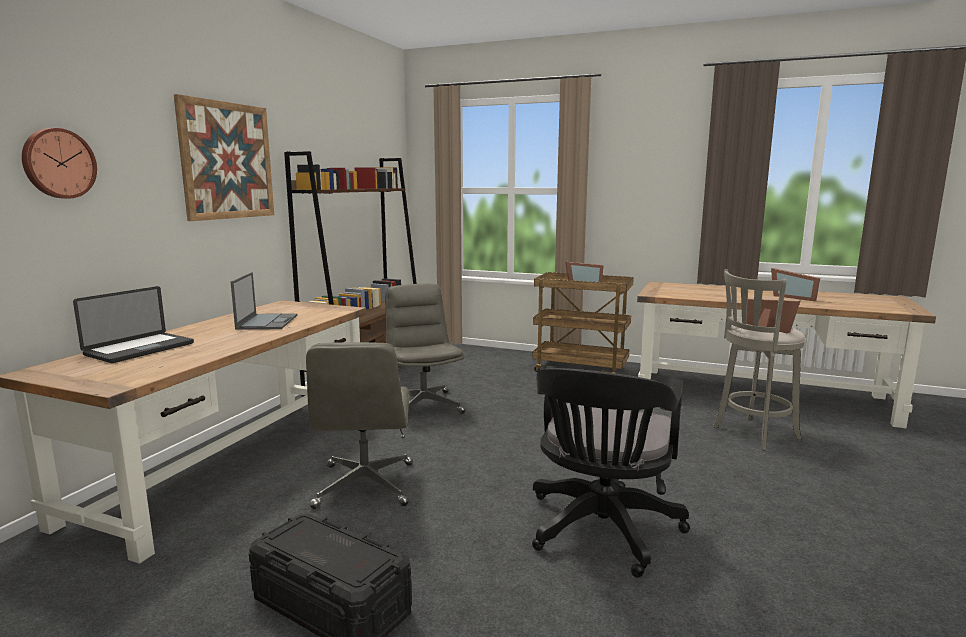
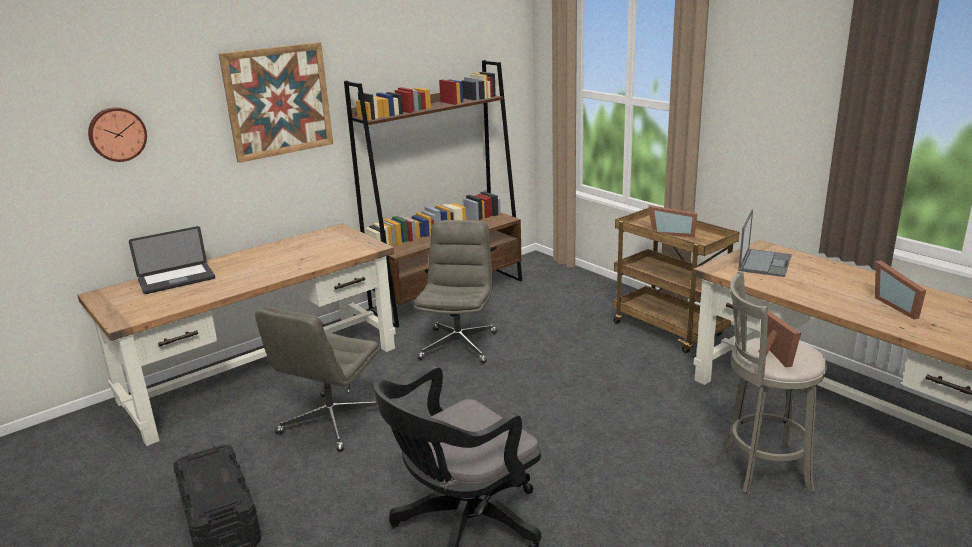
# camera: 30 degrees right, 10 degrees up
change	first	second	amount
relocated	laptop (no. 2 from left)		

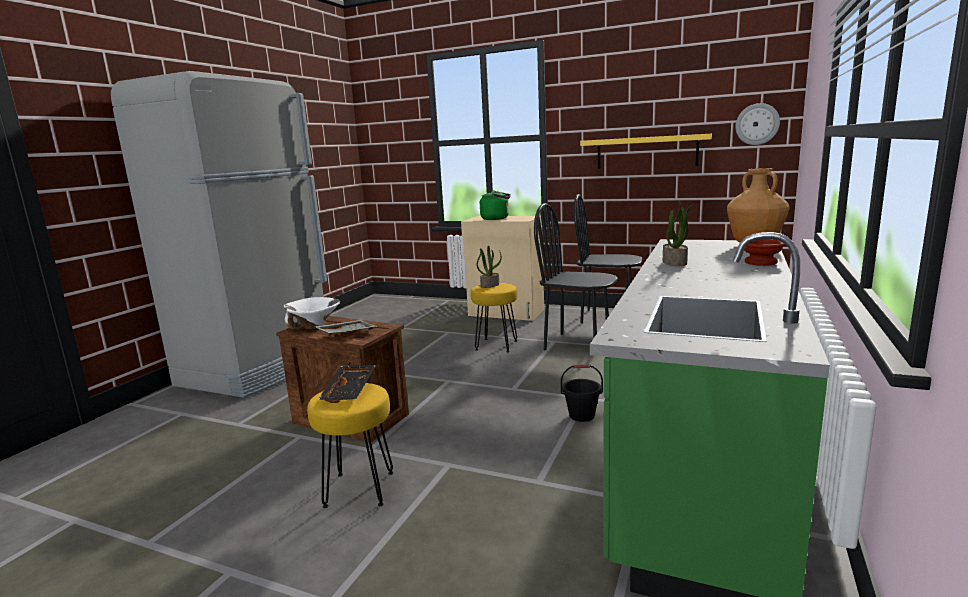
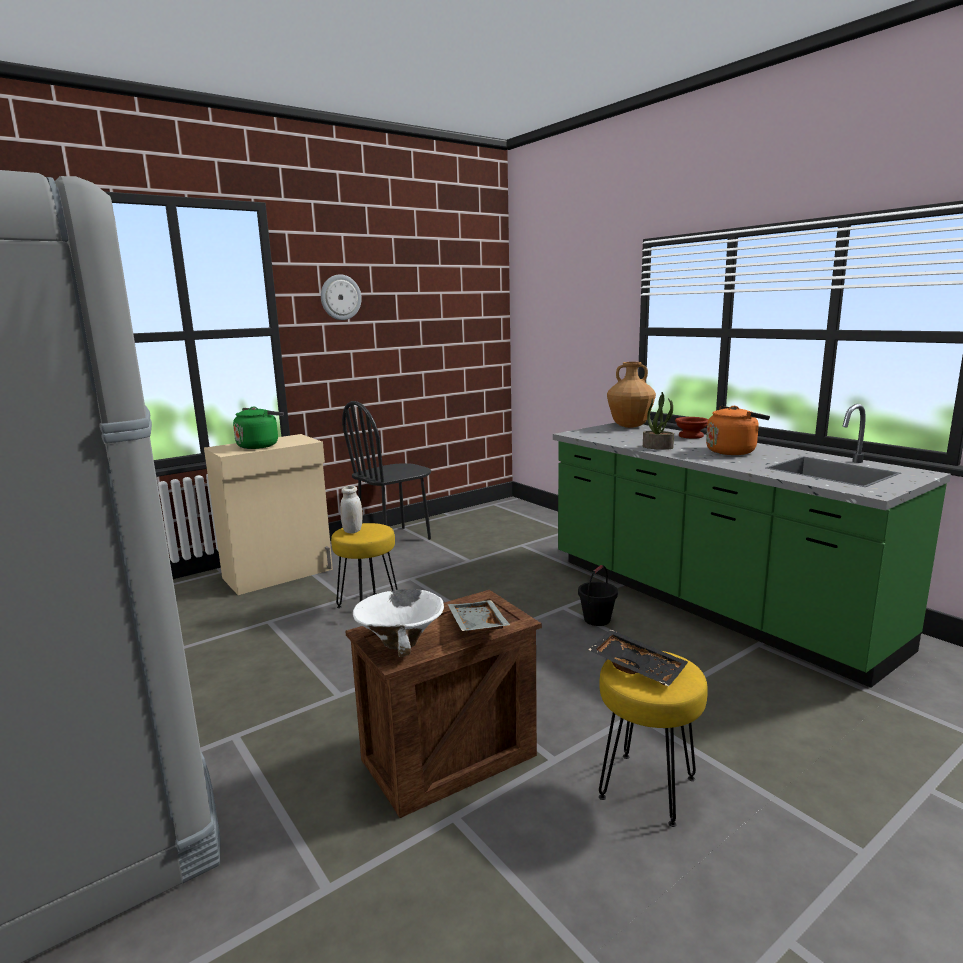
# camera: 60 degrees left, 0 degrees up
change	first	second	amount
missing	black chair (no. 1 from left)		
missing	yellow shelf		
appeared		orange kettle	
relocated	wall clock		
exchanged	potted plant (no. 1 from left)	white jar	

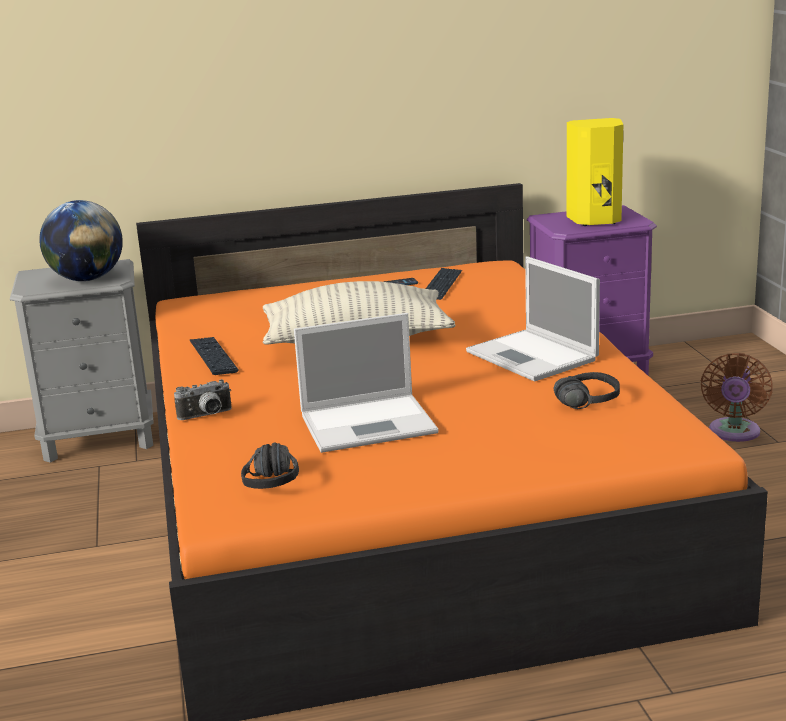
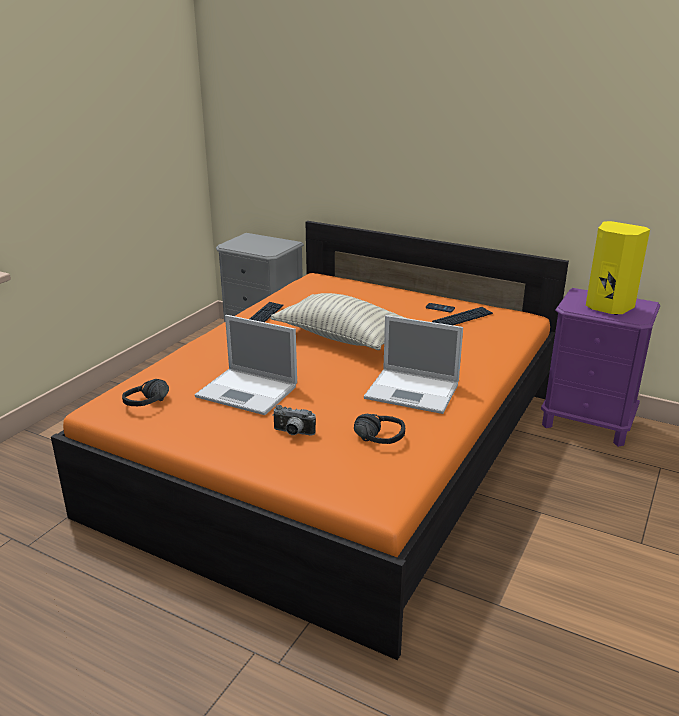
# camera: 40 degrees right, 5 degrees up
change	first	second	amount
missing	globe		
missing	brown fan		
relocated	photo camera		
spun	laptop (no. 2 from left)		75 degrees counterclockwise

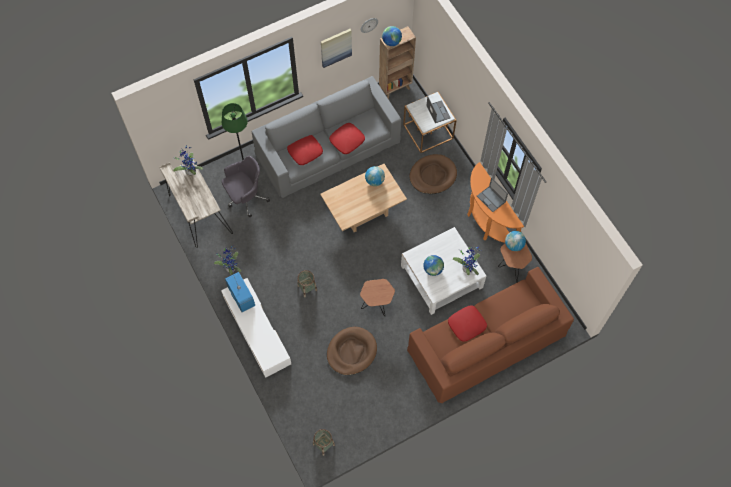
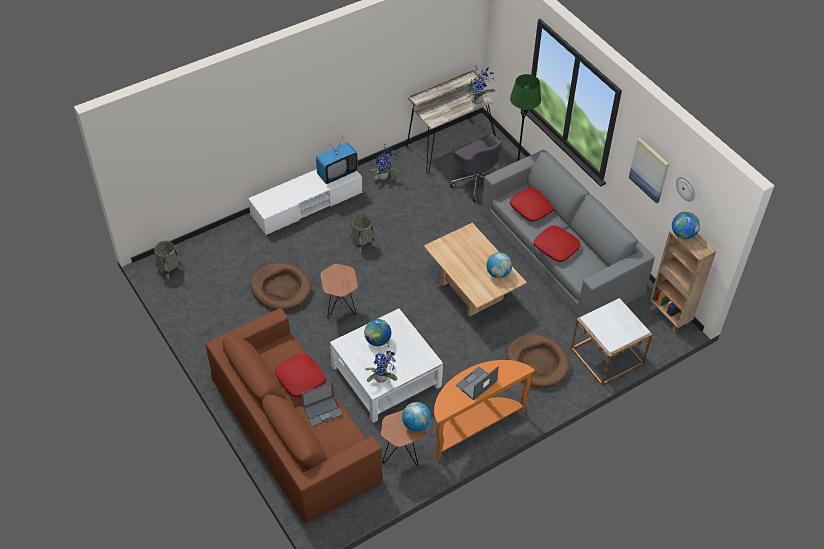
# camera: 85 degrees right, 15 degrees down
change	first	second	amount
relocated	laptop (no. 1 from left)		

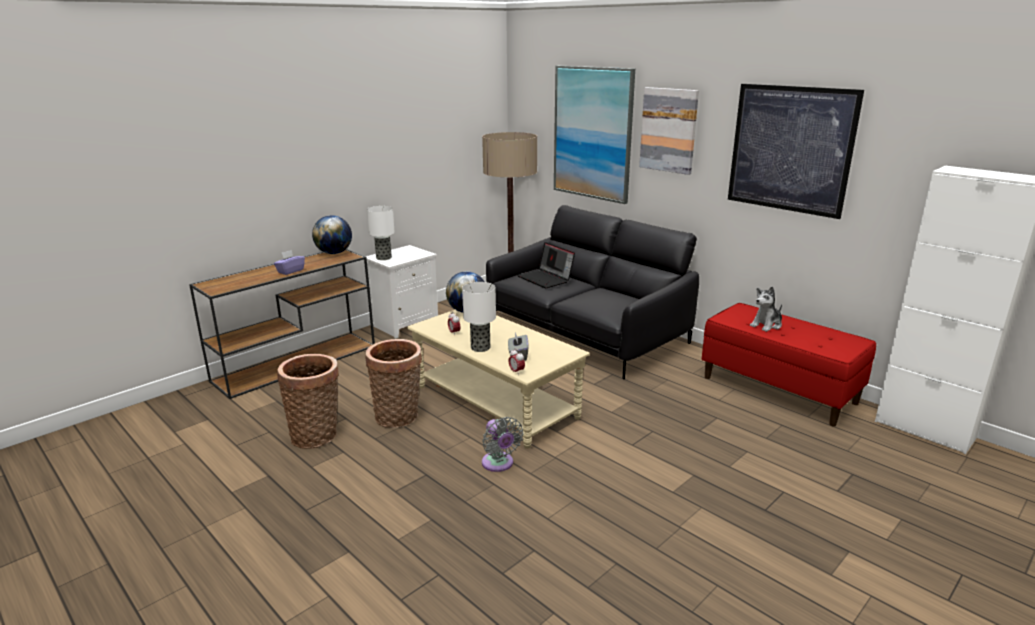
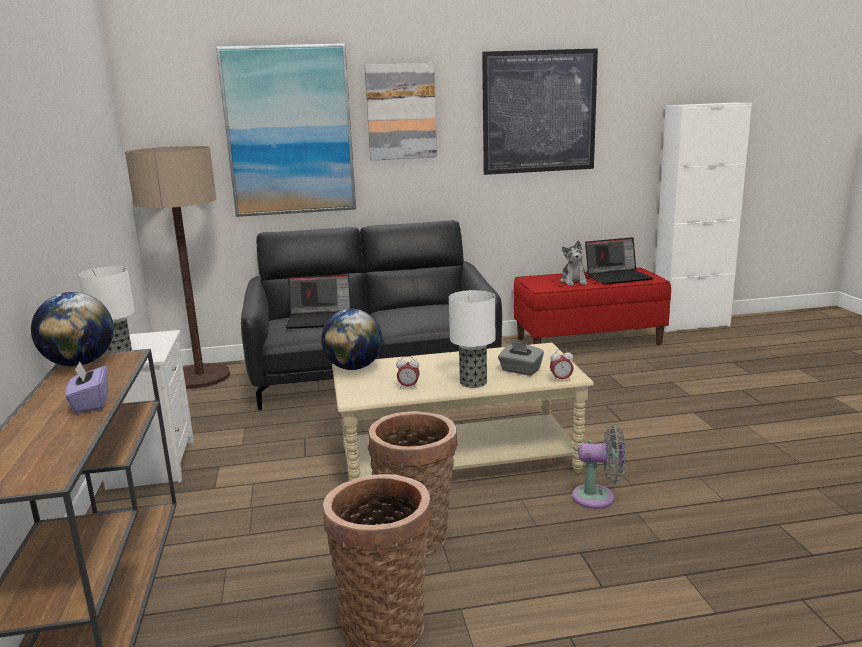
# camera: 55 degrees left, 5 degrees down
change	first	second	amount
appeared		laptop (no. 2 from left)	

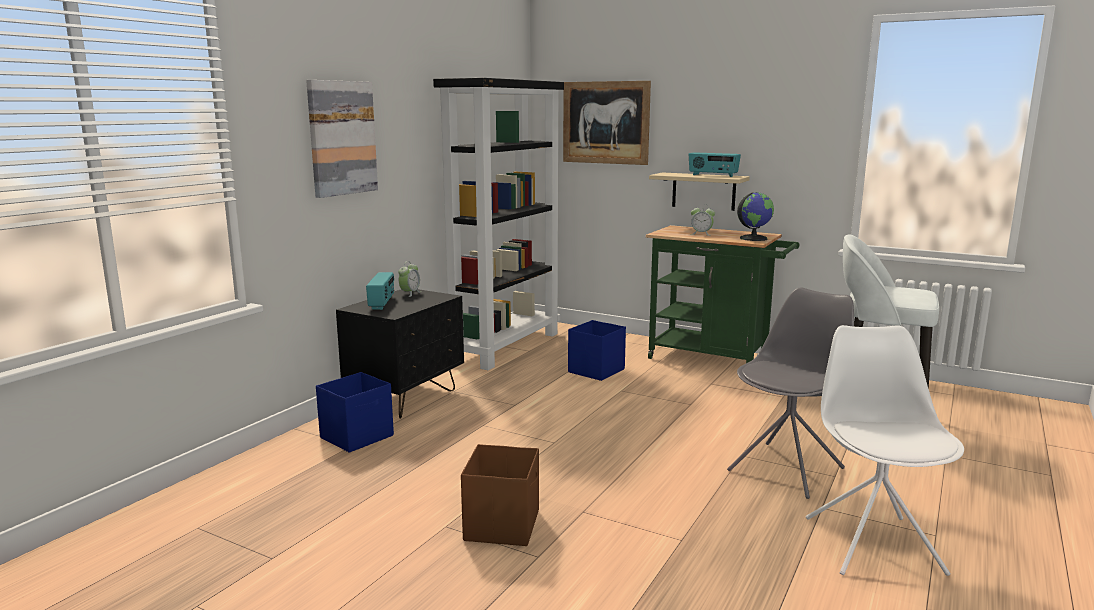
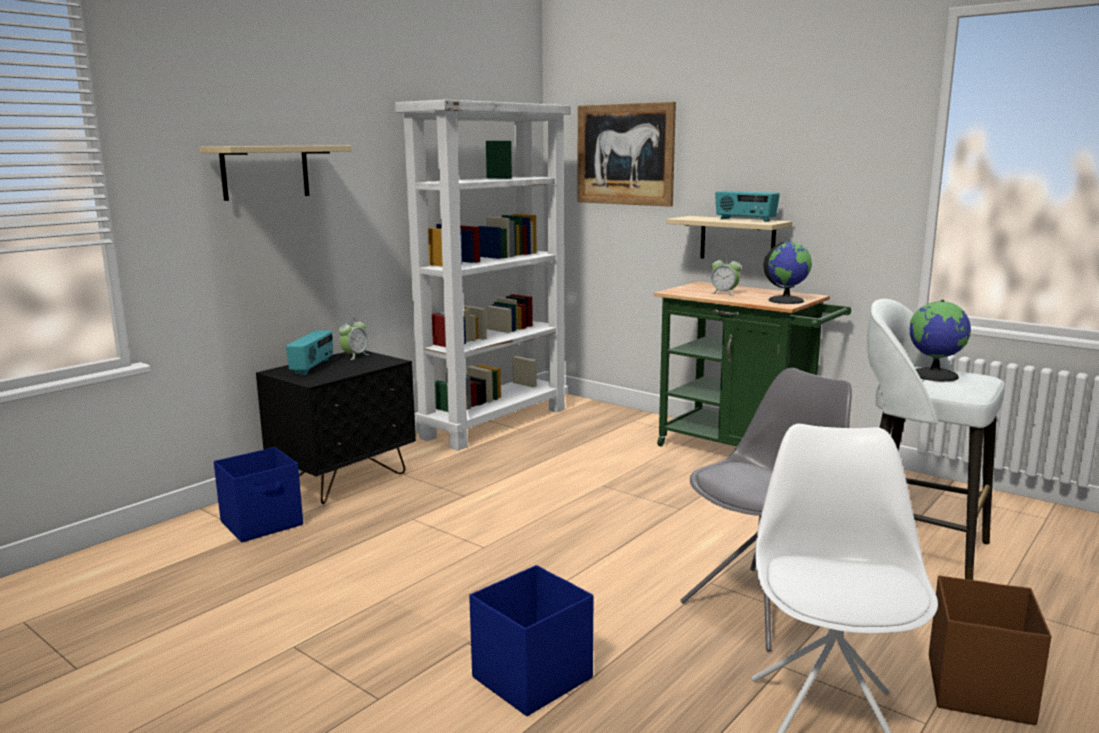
# camera: 10 degrees right, 0 degrees up
change	first	second	amount
appeared		globe (no. 2 from left)	
relocated	brown storage box		
relocated	blue storage box (no. 2 from left)		
exchanged	picture (no. 1 from left)	beige shelf (no. 1 from left)	
colour	black bookcase	white bookcase	

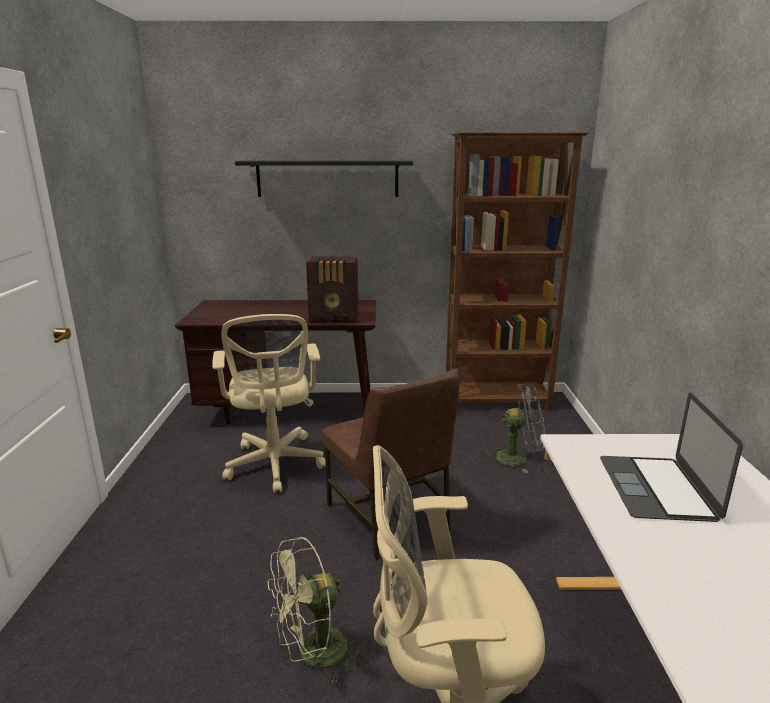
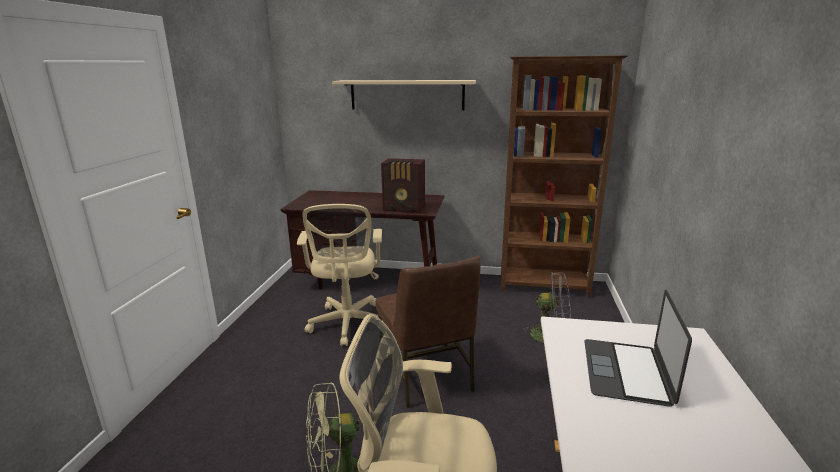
# camera: 10 degrees right, 0 degrees up
change	first	second	amount
colour	black shelf	beige shelf	

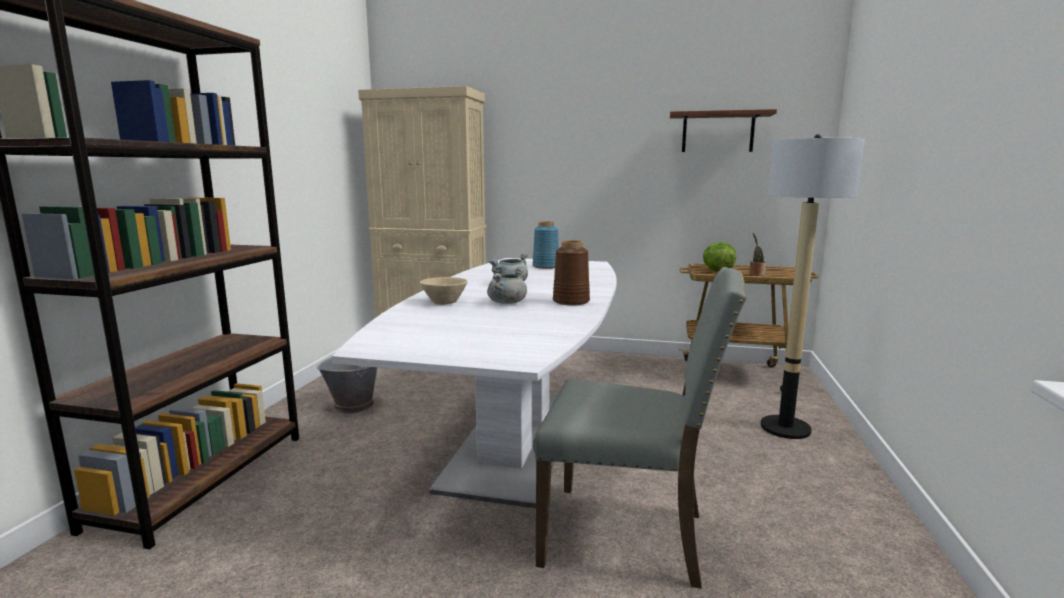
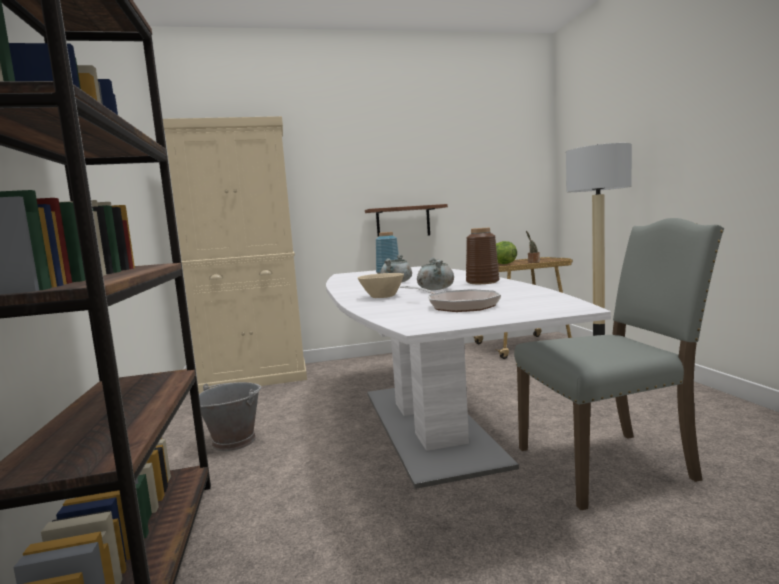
# camera: 25 degrees left, 5 degrees down
change	first	second	amount
appeared		frying pan	
relocated	brown shelf		

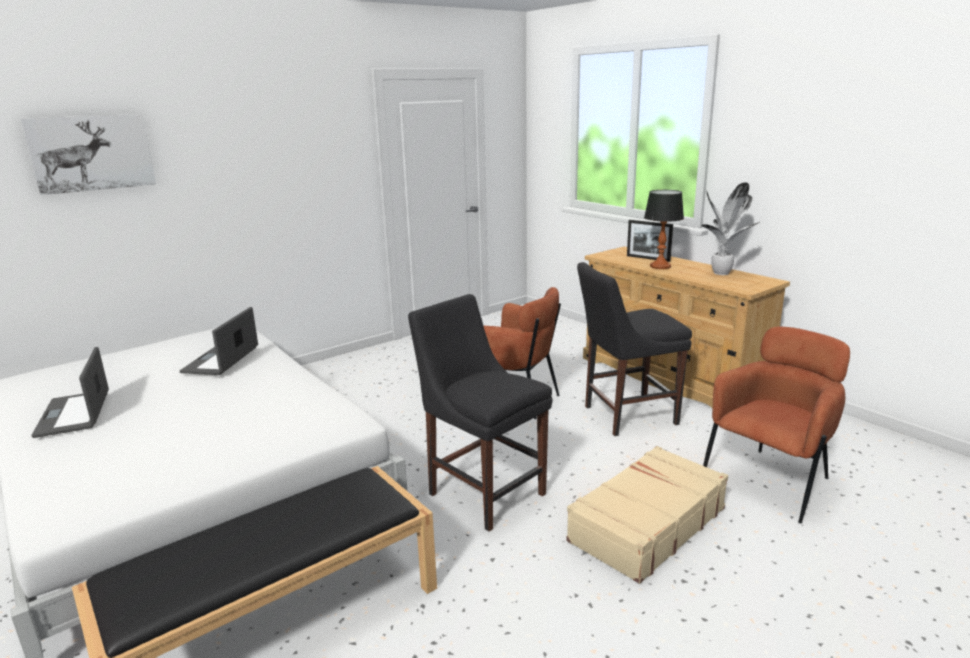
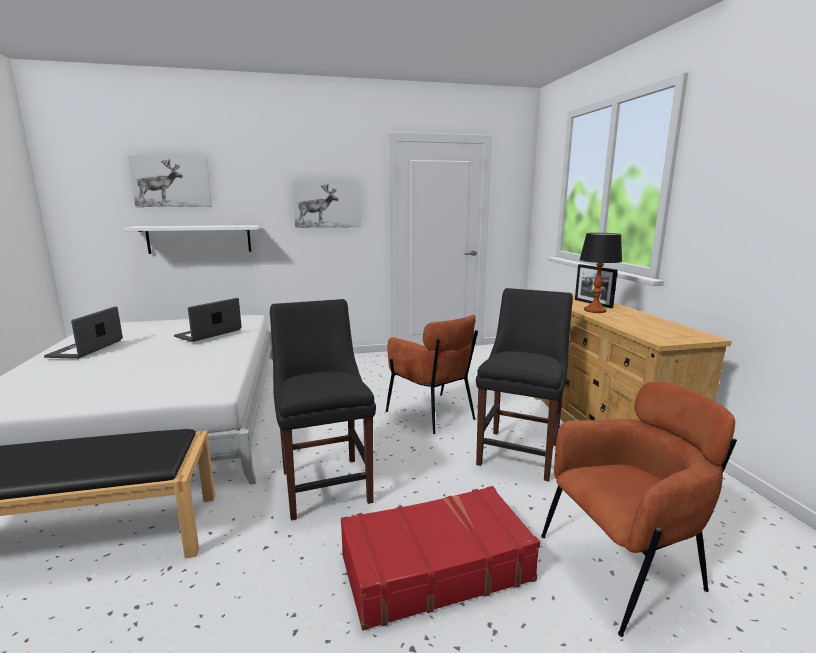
# camera: 25 degrees right, 5 degrees down
change	first	second	amount
missing	potted plant		
appeared		white shelf	
appeared		picture (no. 2 from left)	
colour	beige suitcase	red suitcase	
spun	black chair (no. 2 from left)		105 degrees clockwise

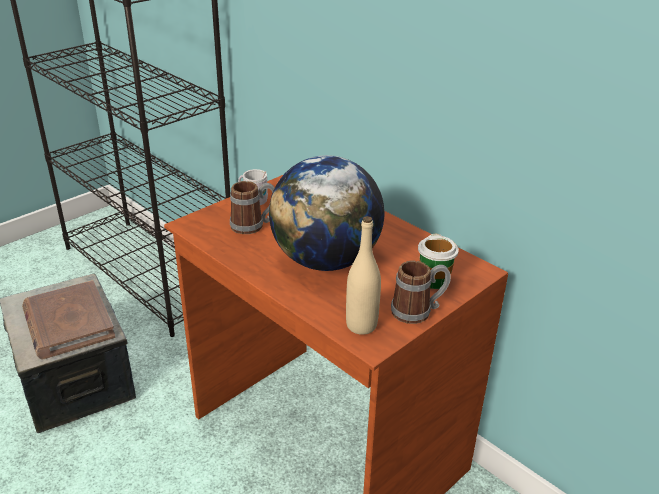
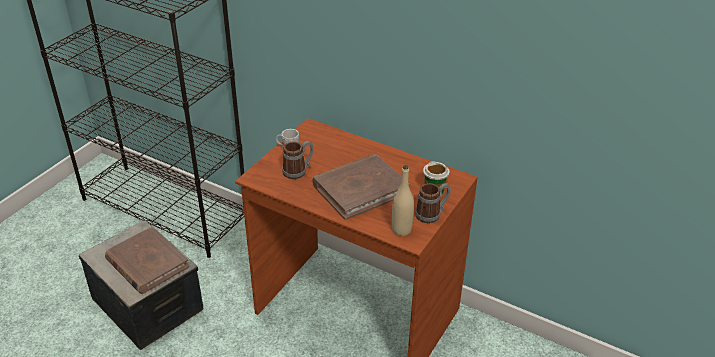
# camera: 15 degrees left, 5 degrees up
change	first	second	amount
exchanged	globe	brown book (no. 2 from left)	

